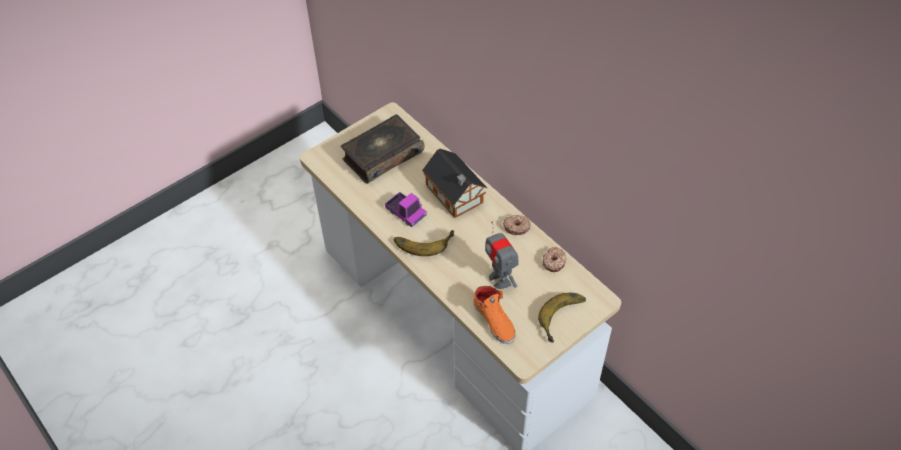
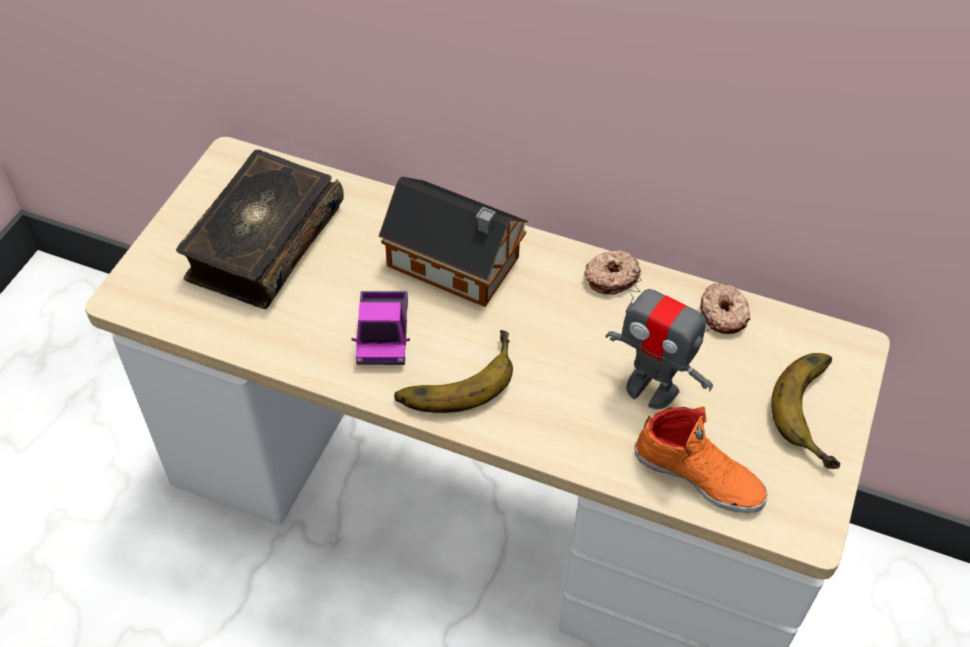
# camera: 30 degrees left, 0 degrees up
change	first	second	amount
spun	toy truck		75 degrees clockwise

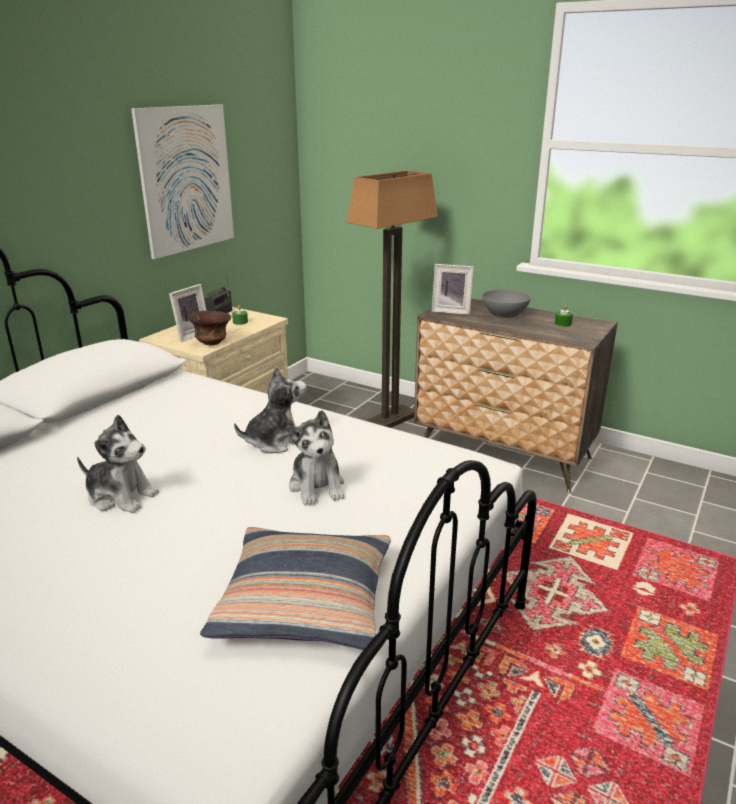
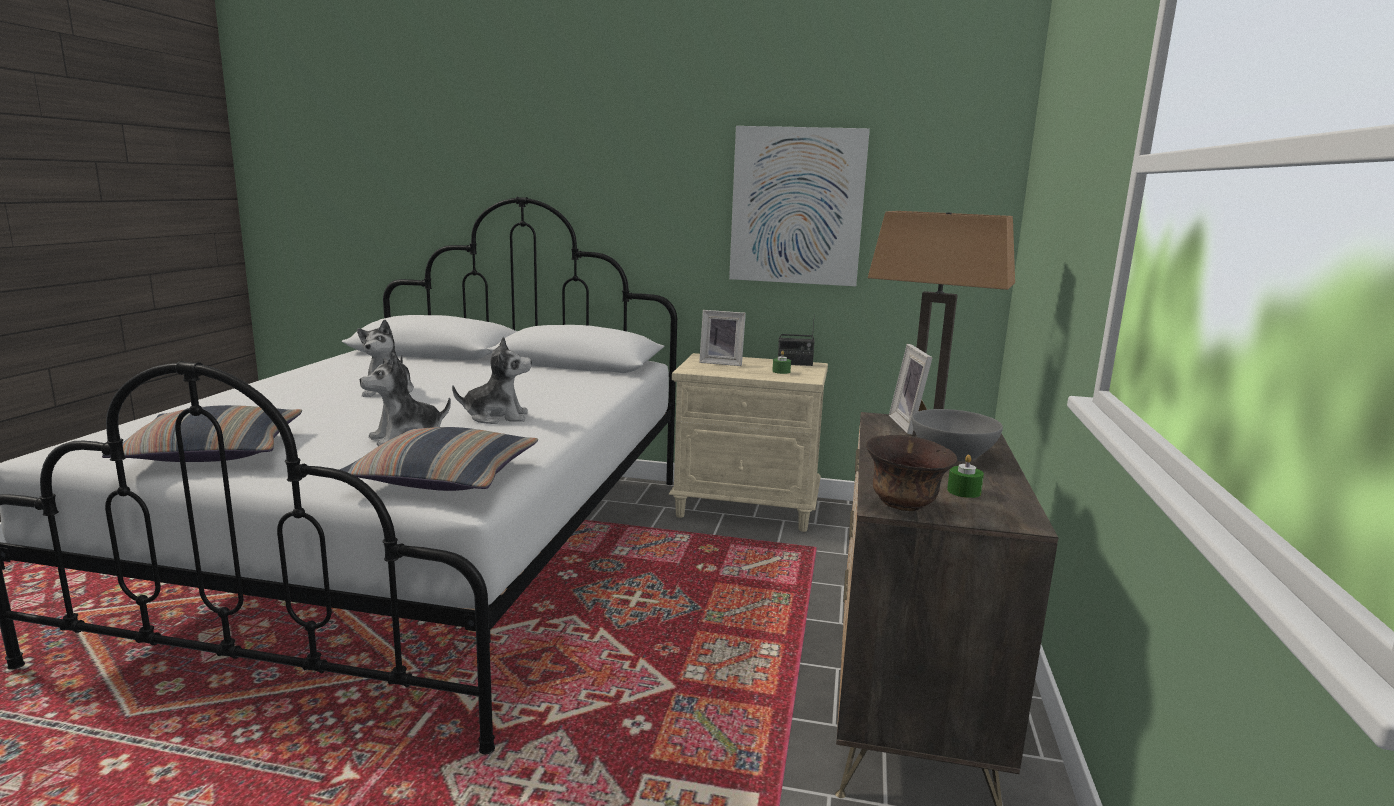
# camera: 70 degrees right, 10 degrees down
change	first	second	amount
appeared		pillow (no. 2 from left)	
relocated	brown bowl		
spun	plush toy (no. 2 from left in the first image)	plush toy (no. 3 from left)	45 degrees counterclockwise

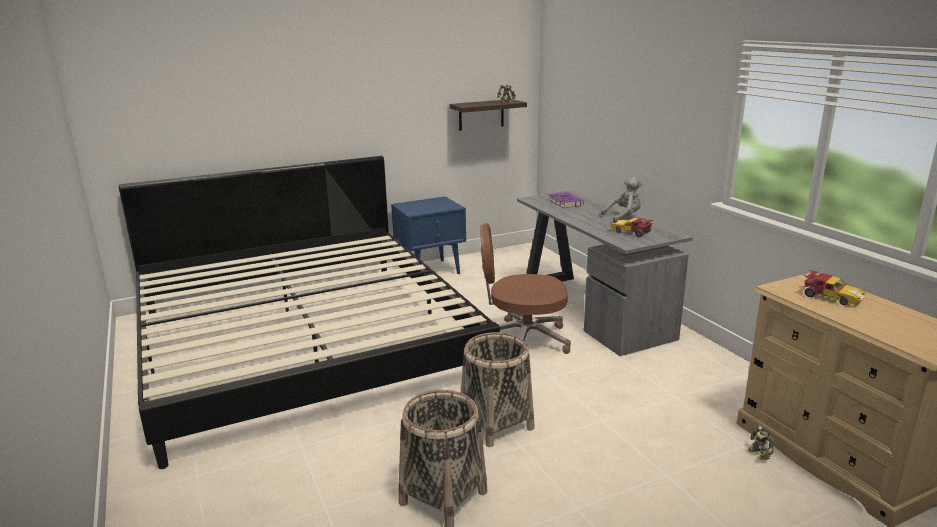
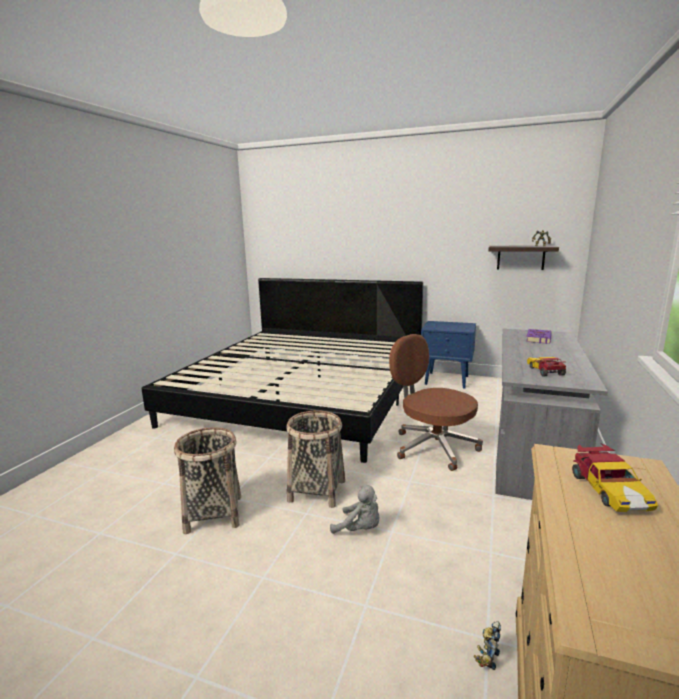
# camera: 45 degrees right, 5 degrees down
change	first	second	amount
relocated	grey plush toy		

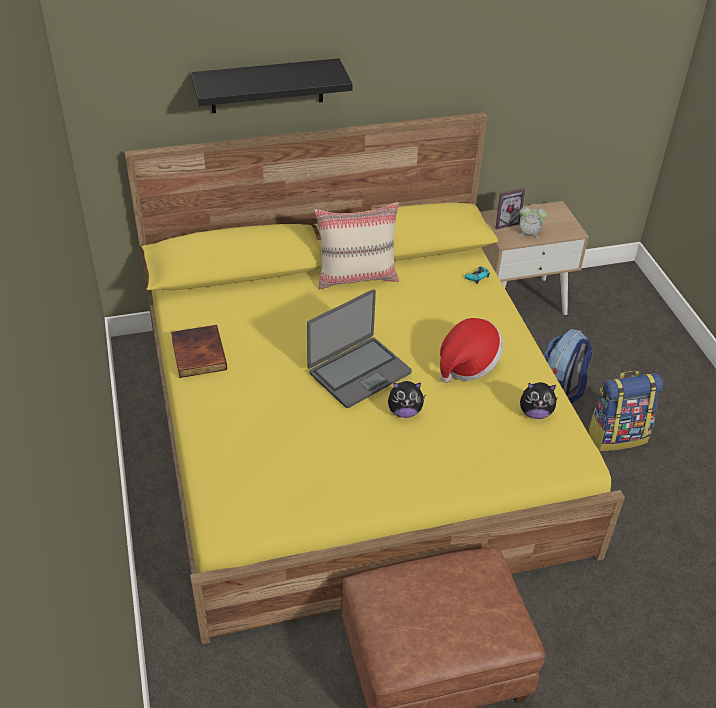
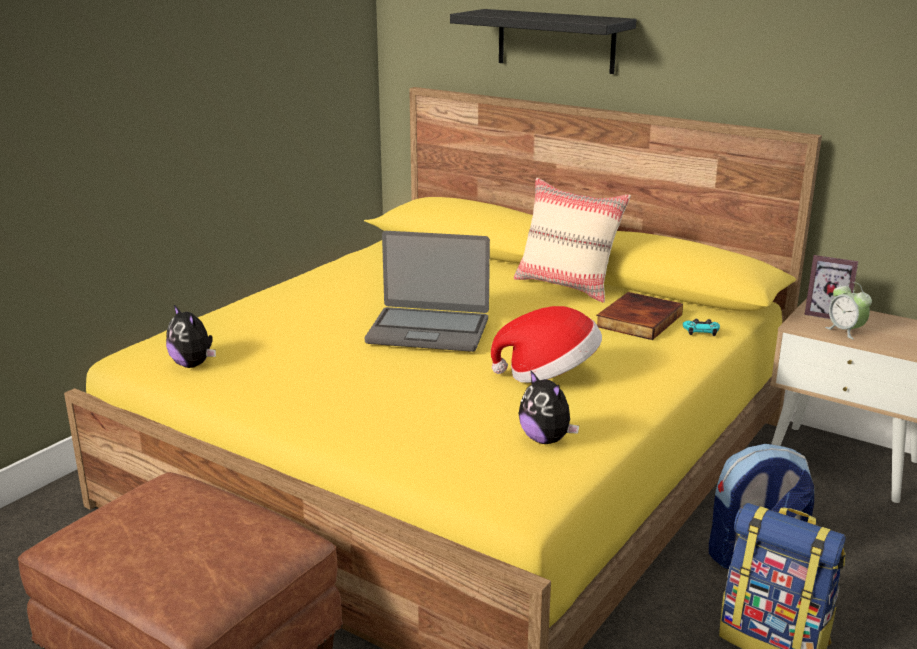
# camera: 50 degrees right, 20 degrees down
change	first	second	amount
relocated	book		
relocated	plush toy (no. 1 from left)		

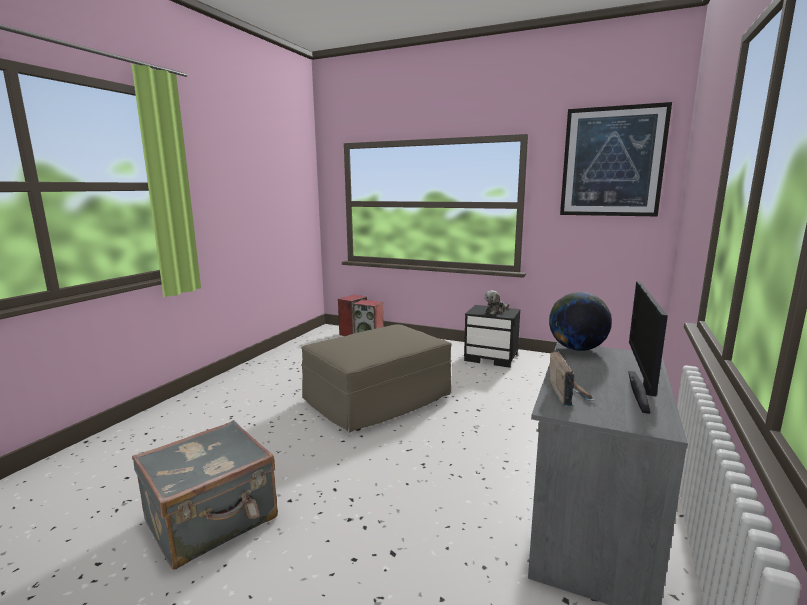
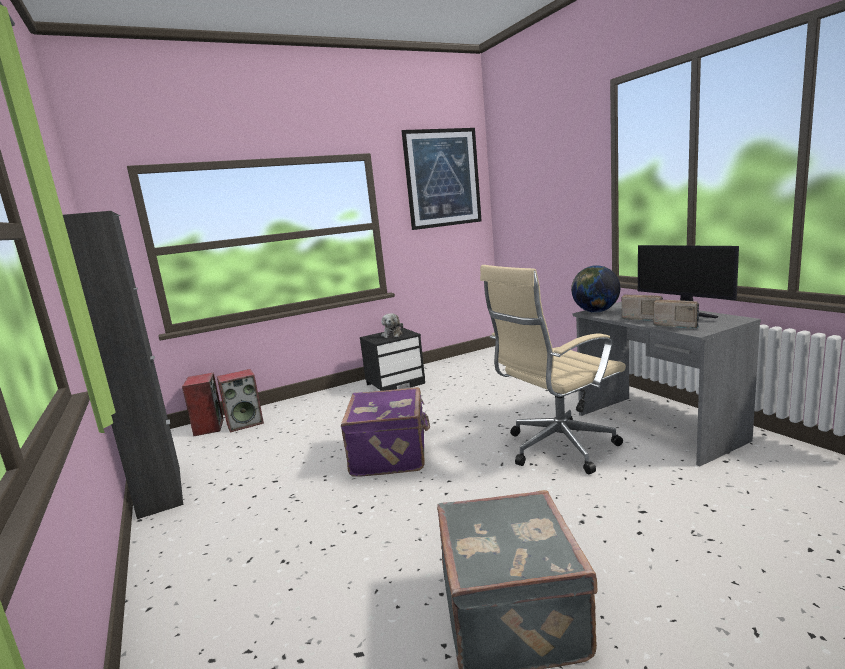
# camera: 50 degrees left, 0 degrees up
change	first	second	amount
appeared		black cabinet	
appeared		beige office chair	
appeared		radio (no. 1 from left)	
exchanged	beige ottoman	purple suitcase	

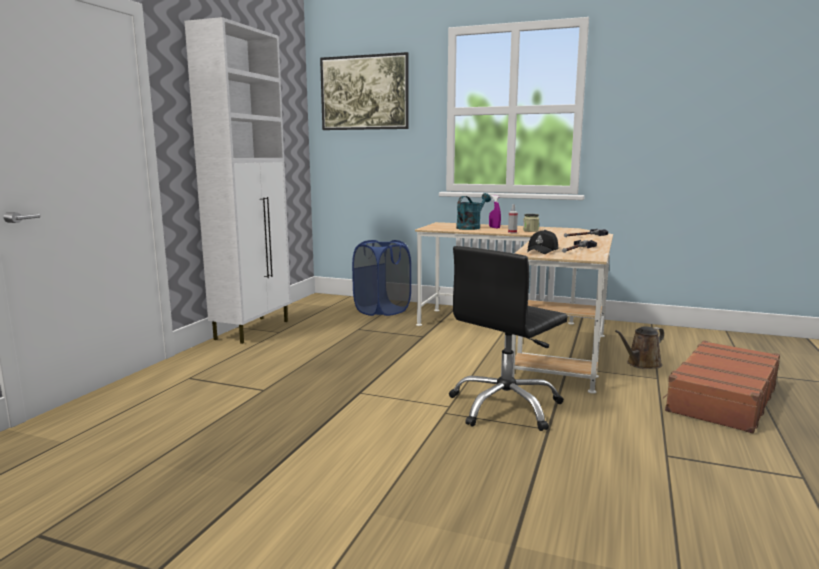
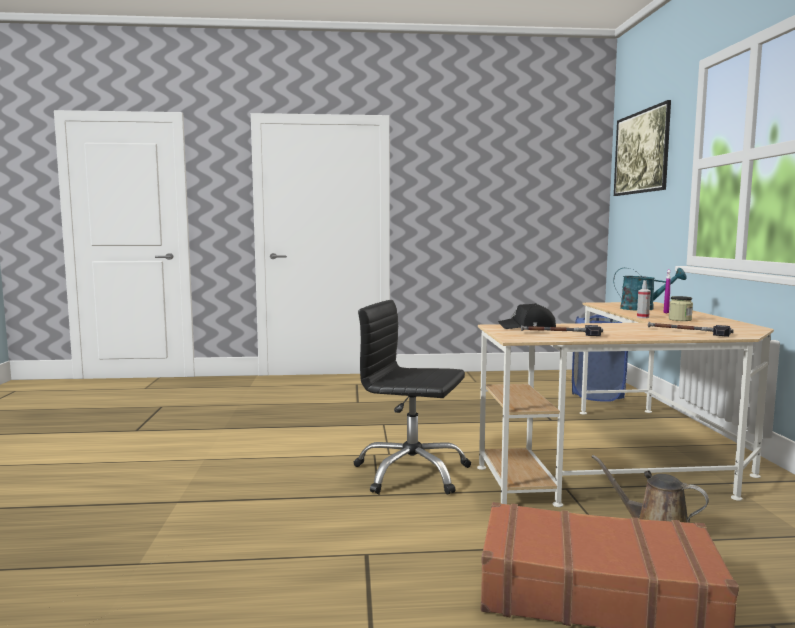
# camera: 65 degrees right, 5 degrees down
change	first	second	amount
missing	white cabinet		

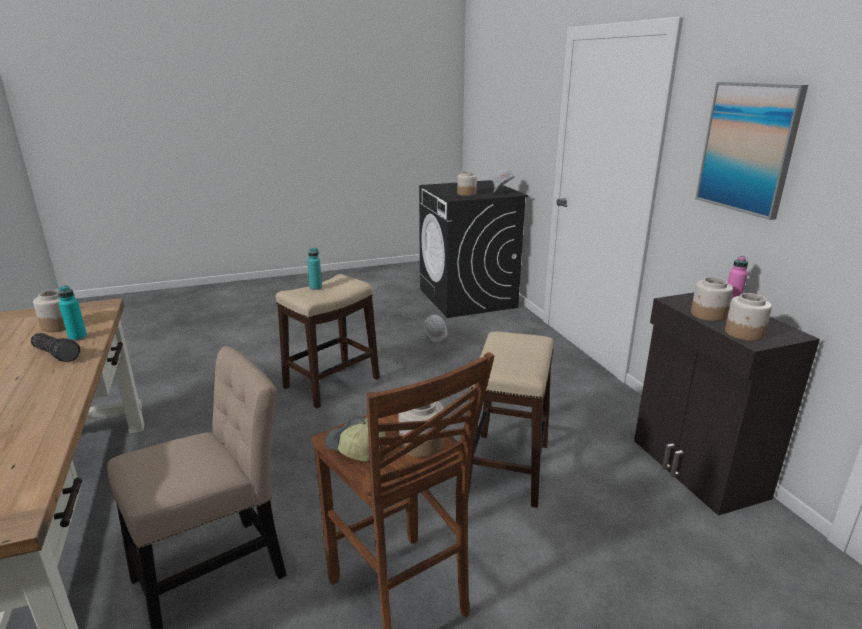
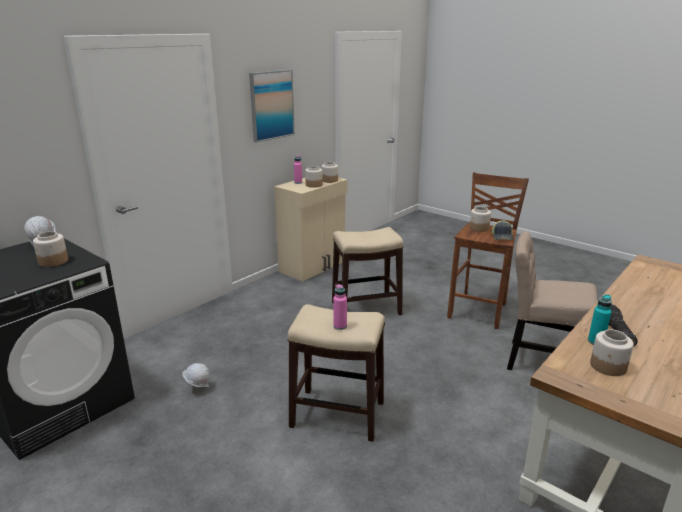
# camera: 120 degrees left, 0 degrees up
change	first	second	amount
colour	turquoise bottle (no. 2 from left)	pink bottle (no. 2 from left)	
colour	black cabinet	beige cabinet	

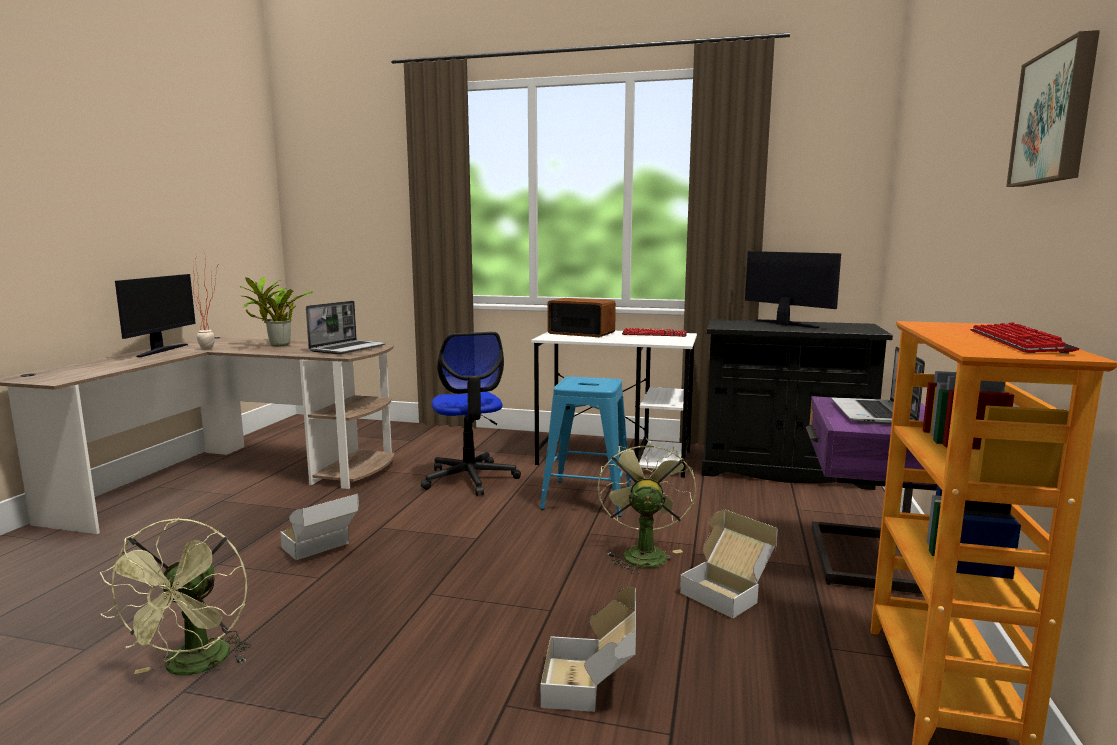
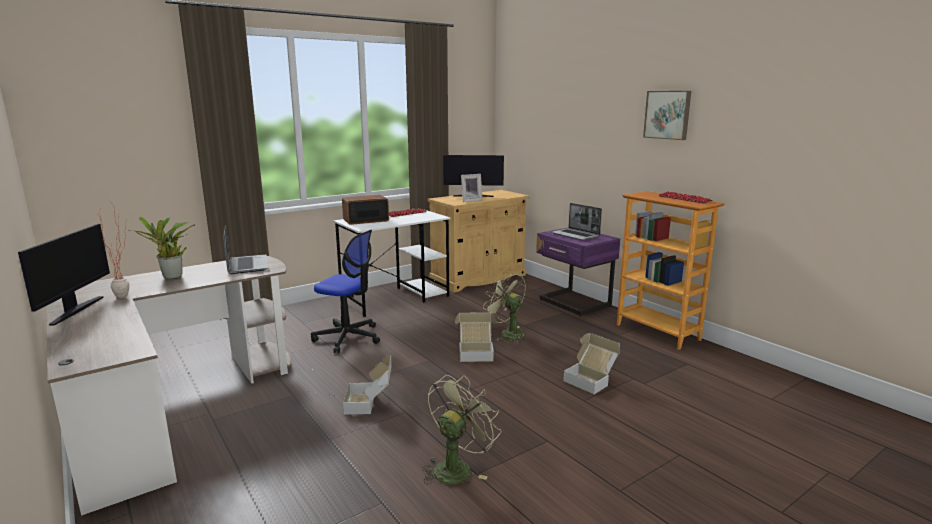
# camera: 50 degrees left, 5 degrees up
change	first	second	amount
missing	blue stool		
appeared		picture frame	
relocated	cardboard box (no. 3 from left in the first image)	cardboard box (no. 2 from left)	
colour	black cabinet	beige cabinet	
spun	green fan (no. 1 from left)		90 degrees counterclockwise
spun	monitor (no. 1 from left)		45 degrees clockwise

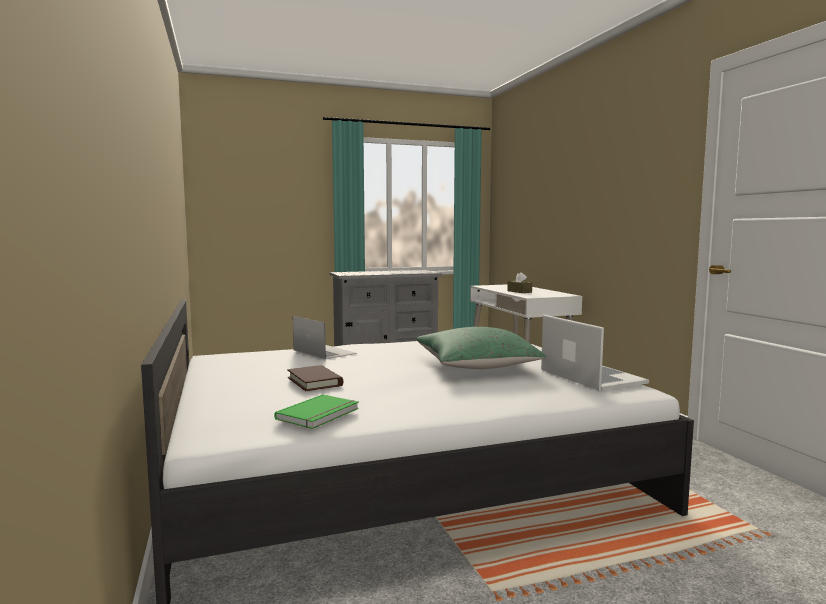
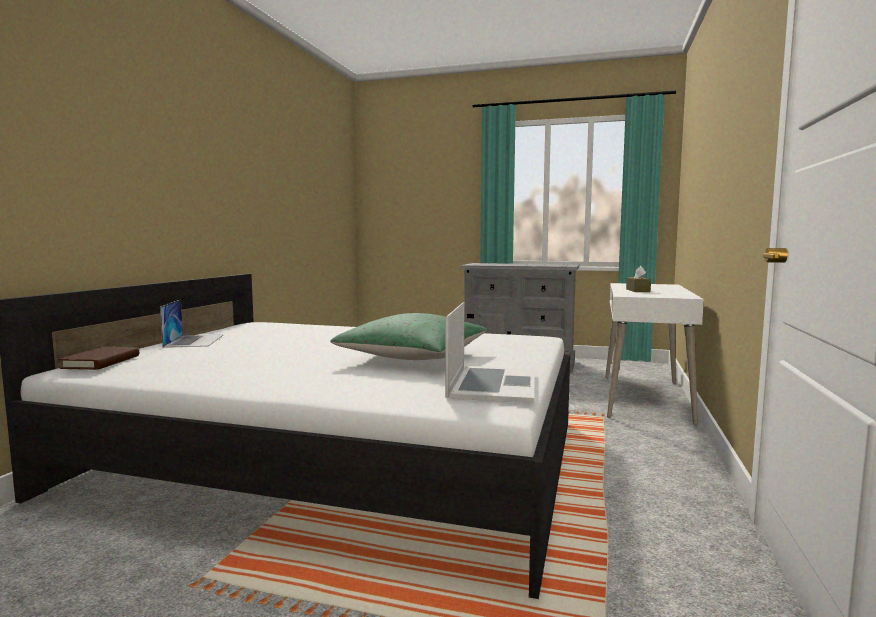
# camera: 35 degrees right, 0 degrees up
change	first	second	amount
missing	green book		
relocated	brown book		
relocated	laptop (no. 1 from left)		

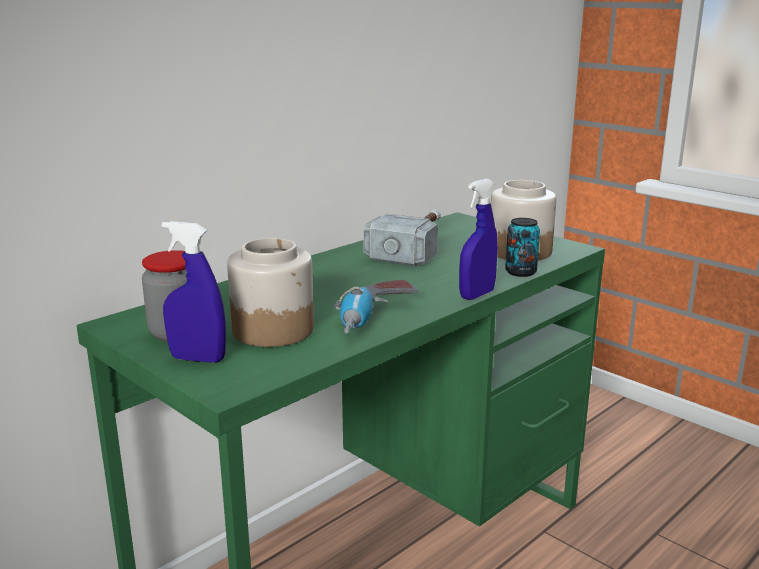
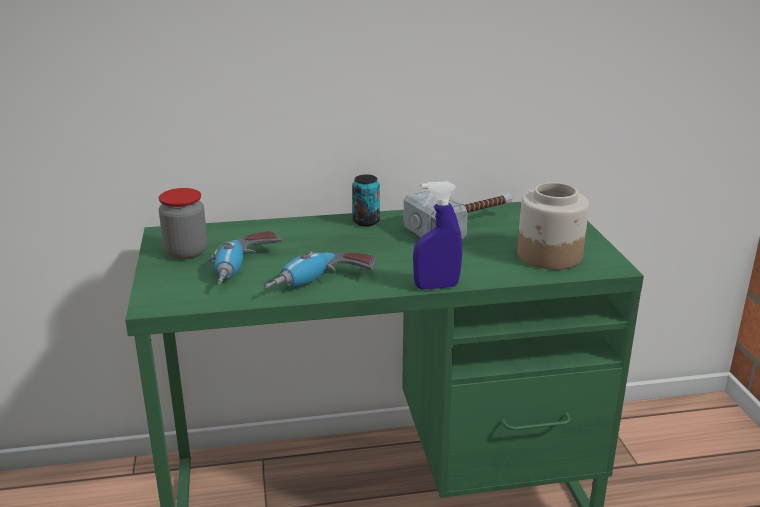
# camera: 35 degrees right, 5 degrees up
change	first	second	amount
missing	blue spray bottle (no. 1 from left)		
relocated	can		
exchanged	jar (no. 2 from left)	power drill (no. 1 from left)	

